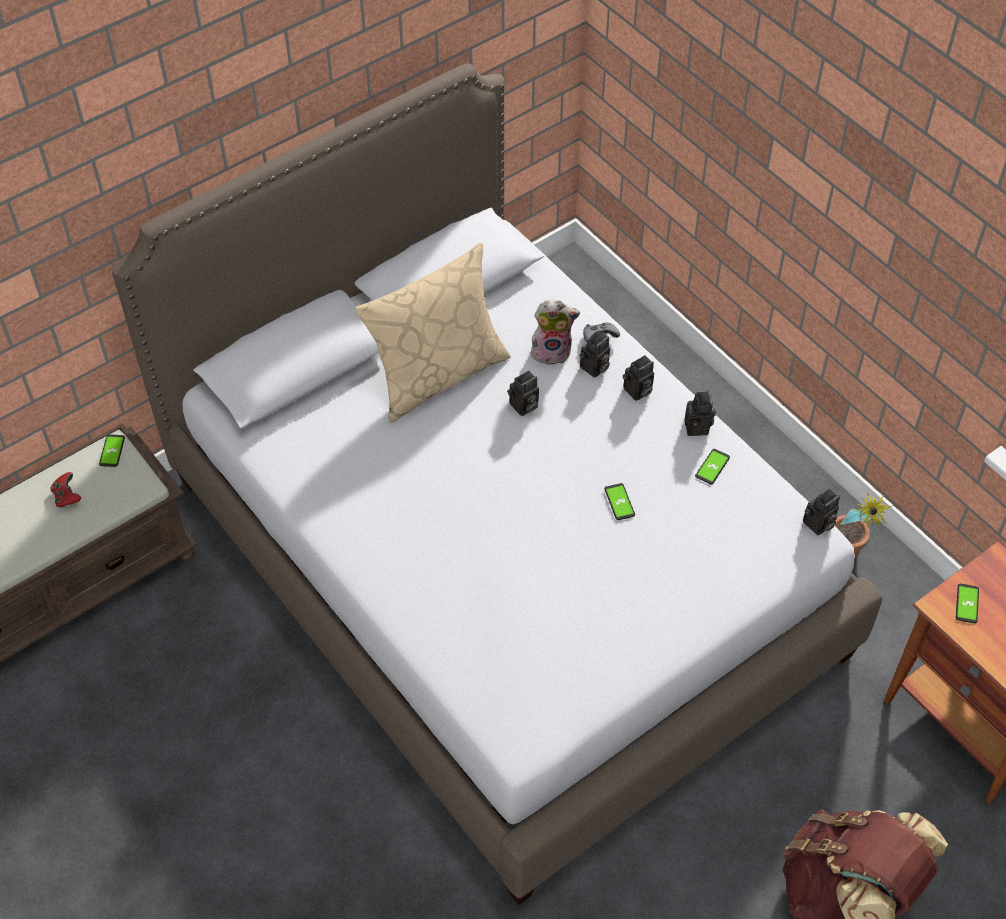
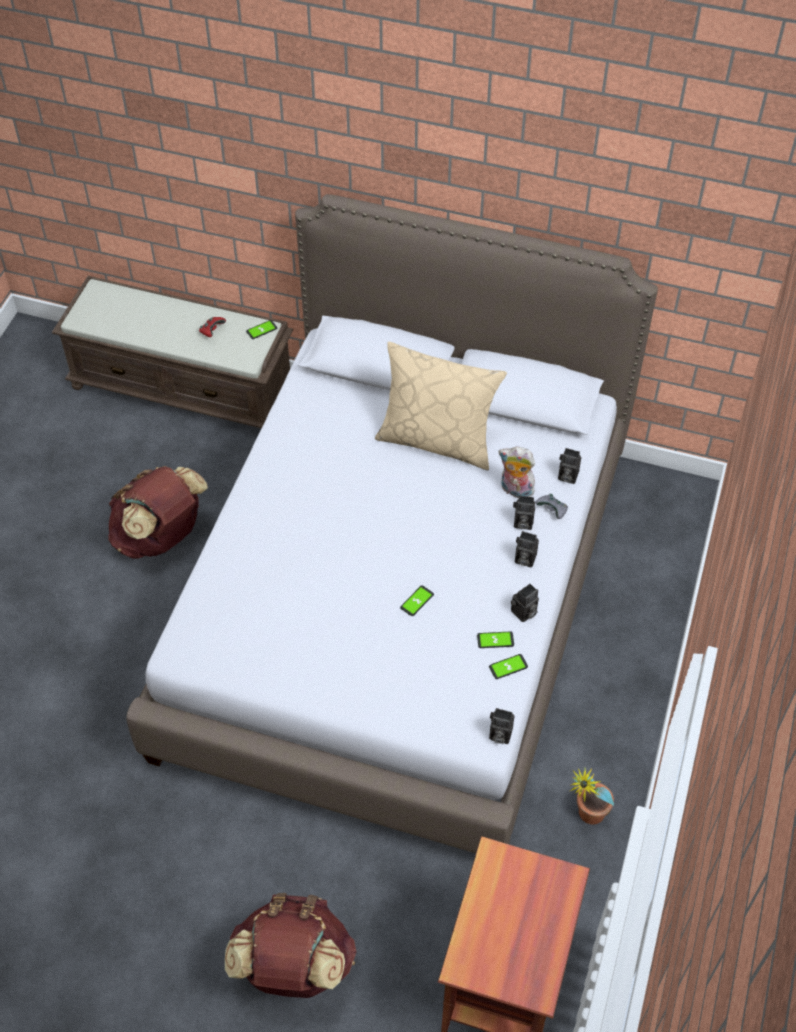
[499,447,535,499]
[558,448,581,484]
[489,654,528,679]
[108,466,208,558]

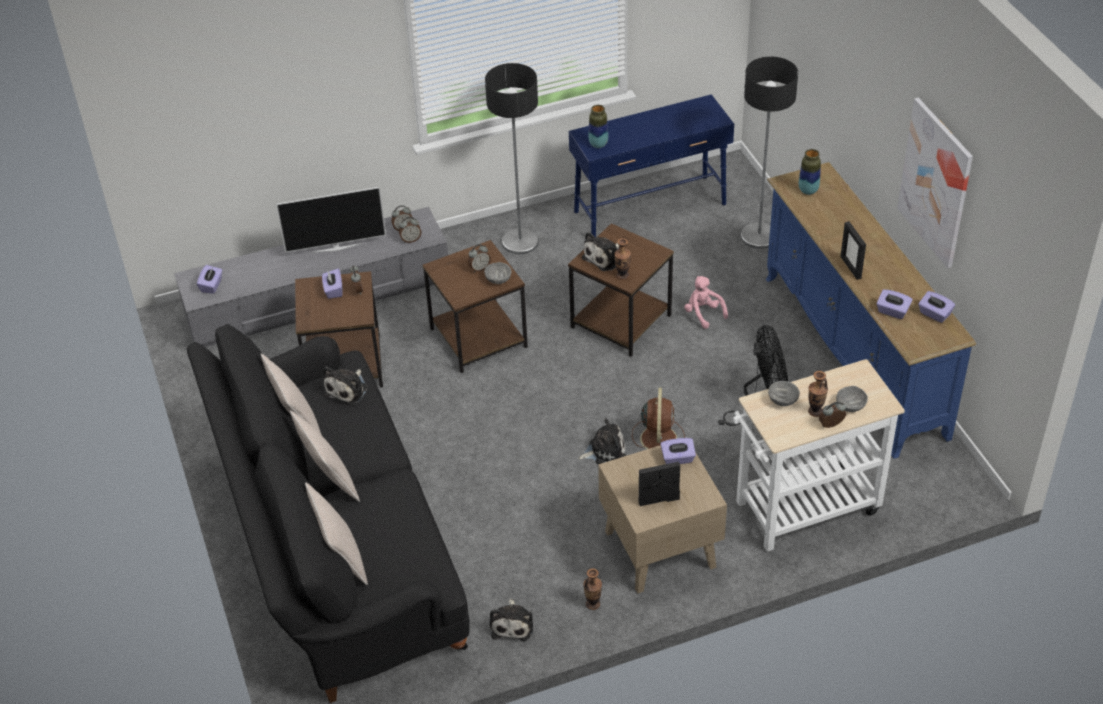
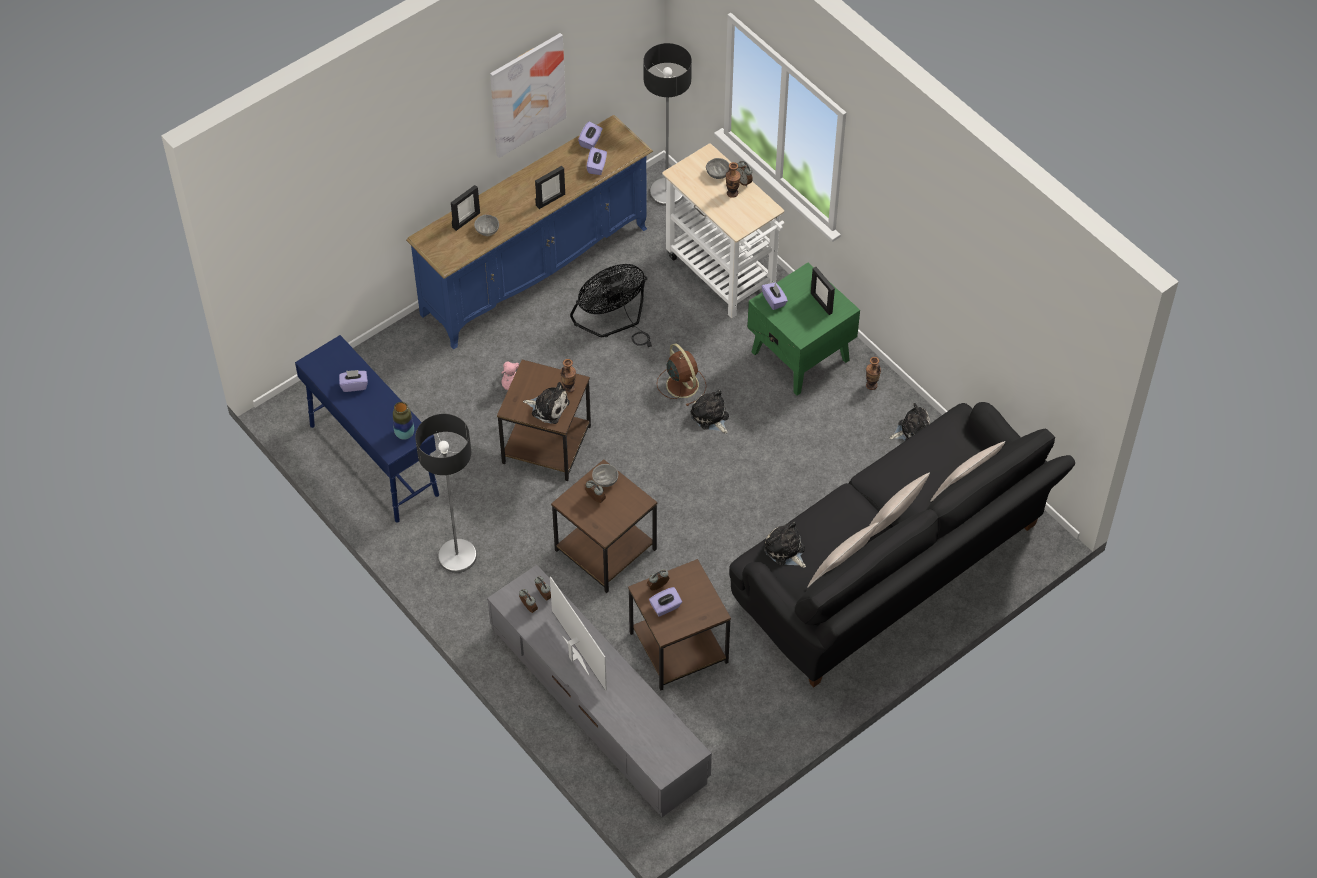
[643,43,692,206]
[799,149,821,195] (first image)
[339,370,368,392]
[763,521,806,568]
[474,215,499,236]
[657,343,706,406]
[747,263,860,396]
[451,185,480,231]

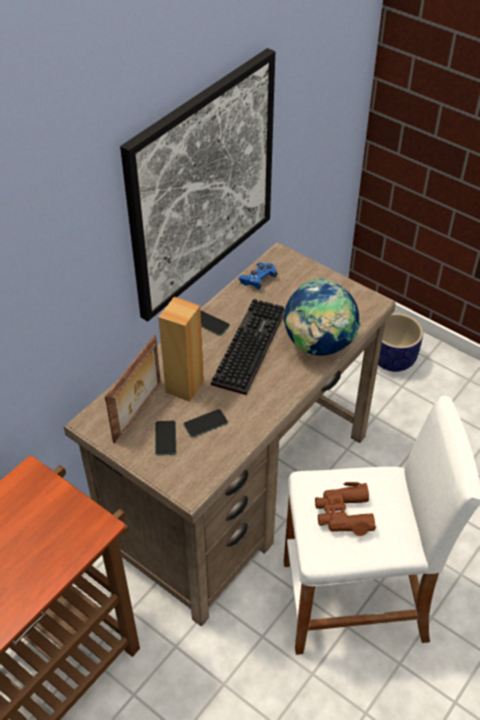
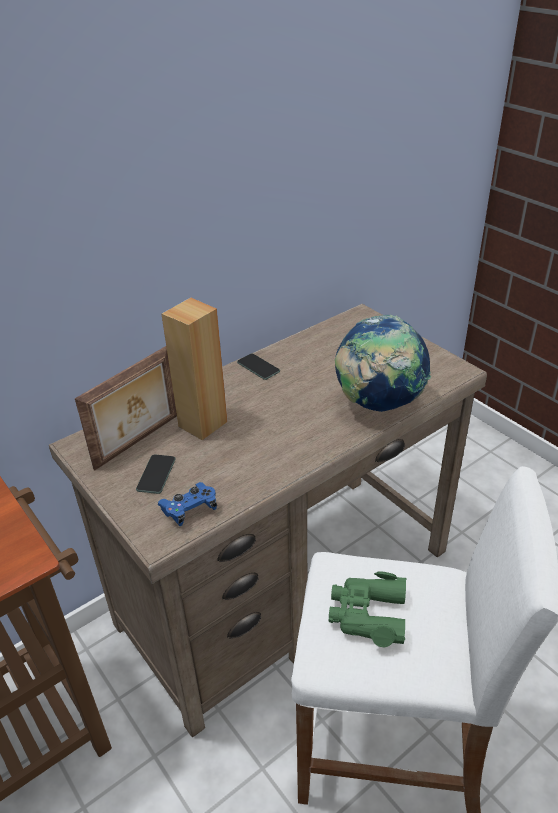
[120,48,275,321] (first image)
[158,482,217,526]
[211,299,285,395] (first image)
[378,313,423,372] (first image)
[184,409,228,437] (first image)
[329,571,407,647]

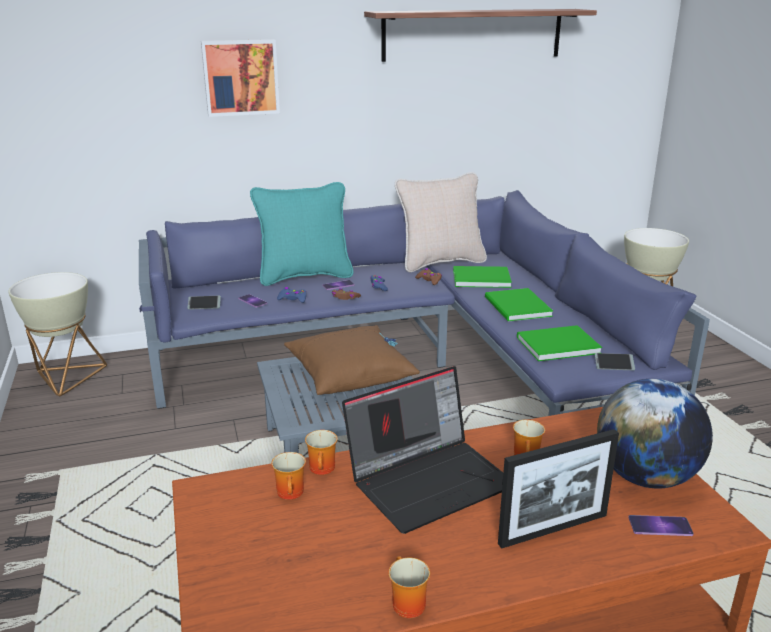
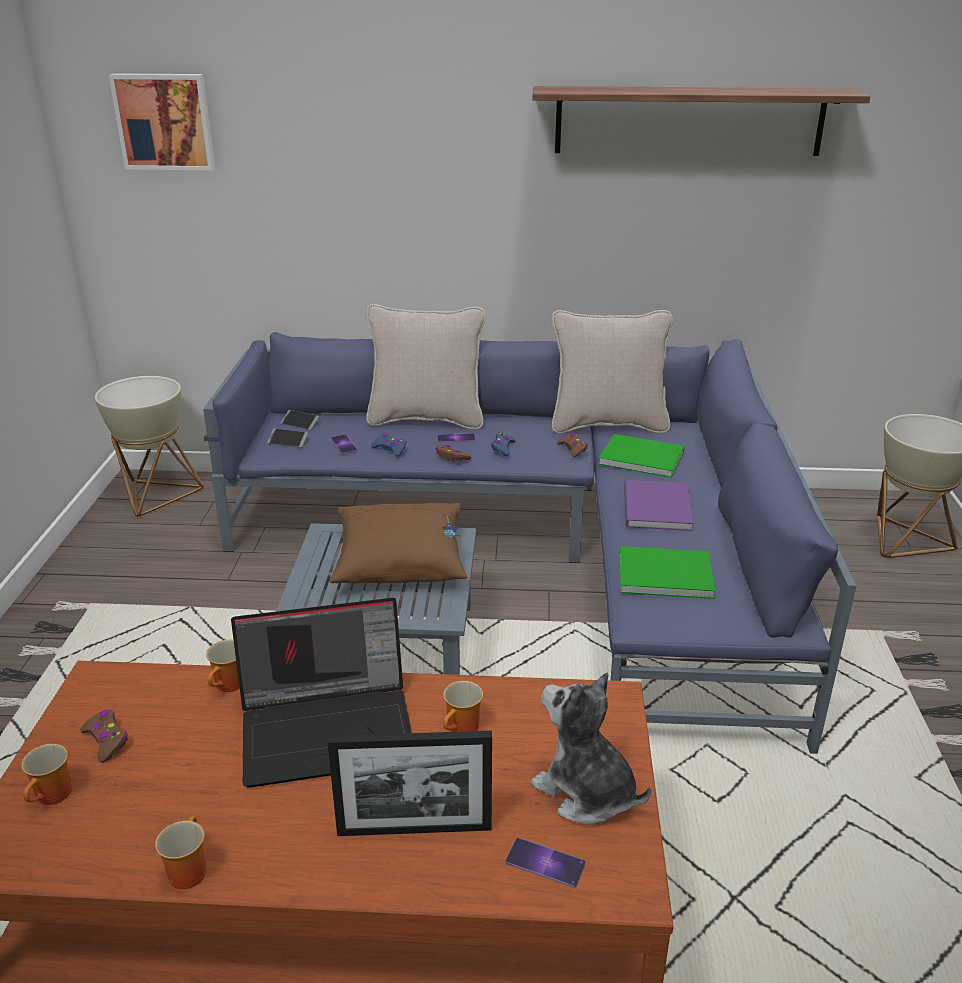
[109,73,215,171]
[366,304,486,430]
[624,480,694,531]
[280,410,319,430]
[531,672,652,825]
[21,744,72,805]
[80,709,128,763]

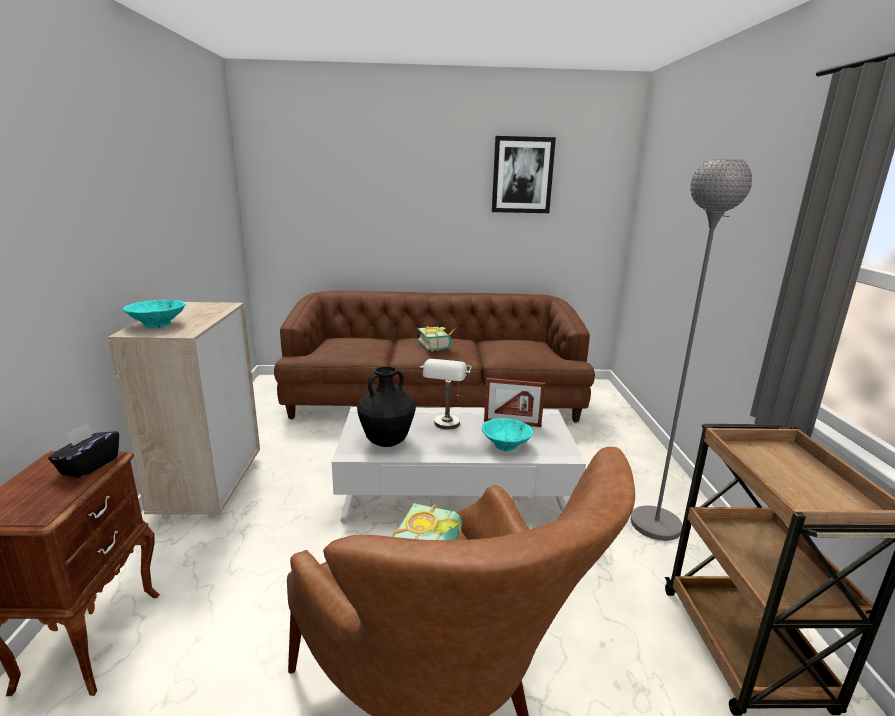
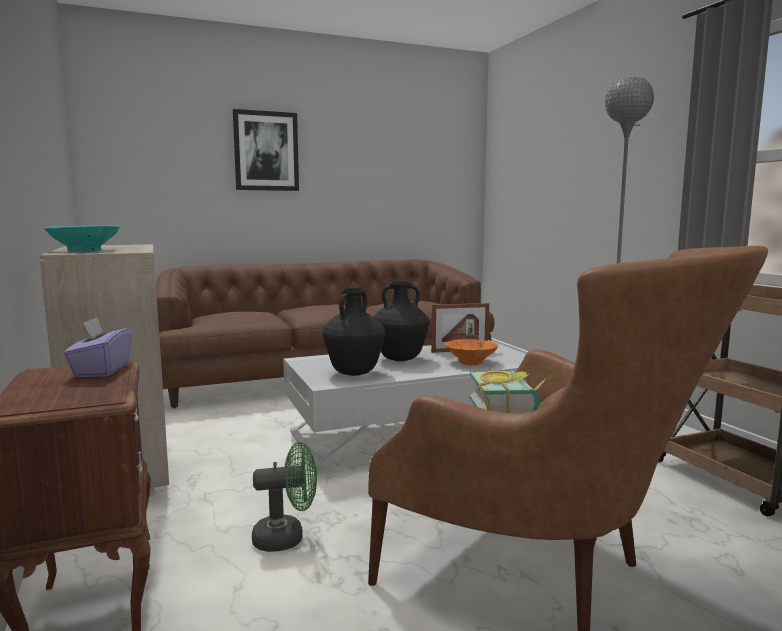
[233,109,299,191]
[417,326,457,352] (first image)
[374,282,430,361]
[445,339,499,365]
[64,317,132,377]
[252,442,317,552]

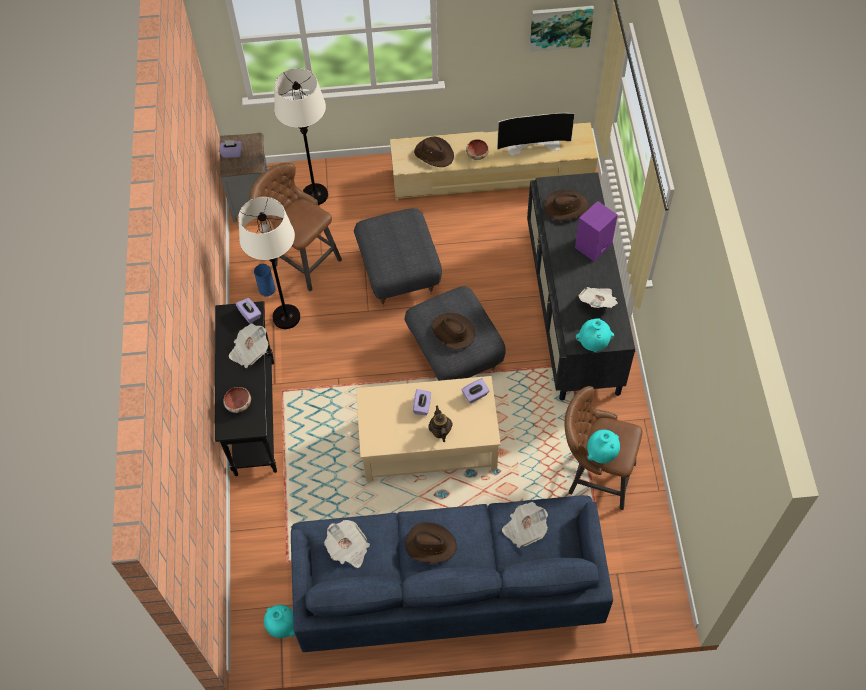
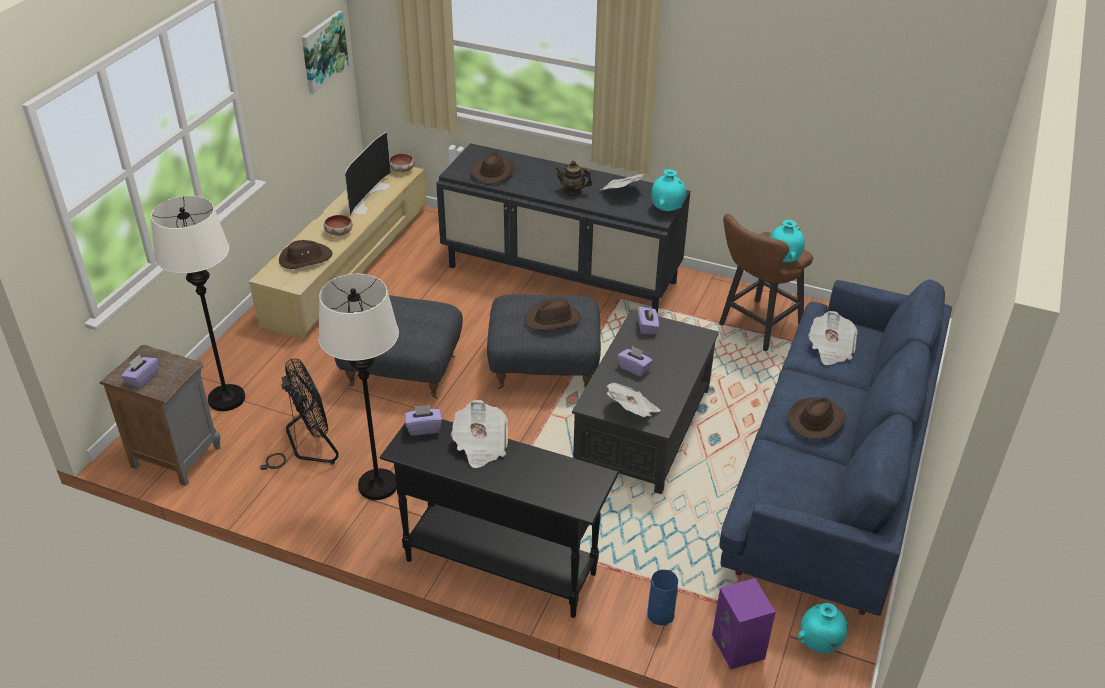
[259,358,339,470]
[712,578,776,670]
[647,570,678,625]
[572,310,719,494]
[390,154,415,172]
[555,161,592,196]
[607,383,660,418]

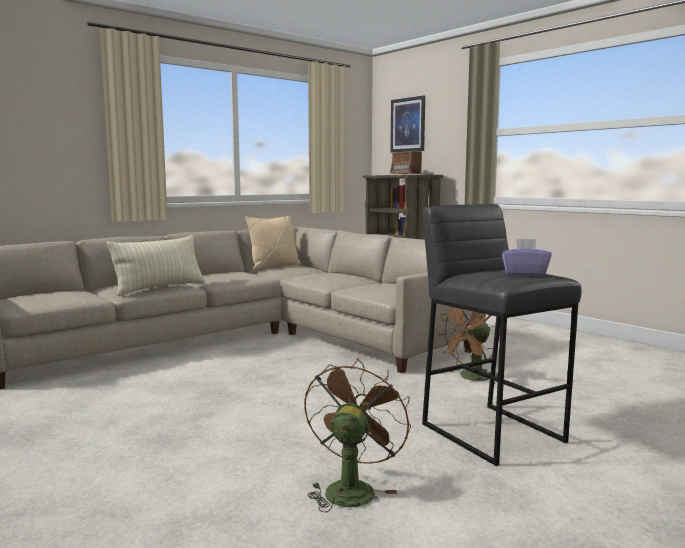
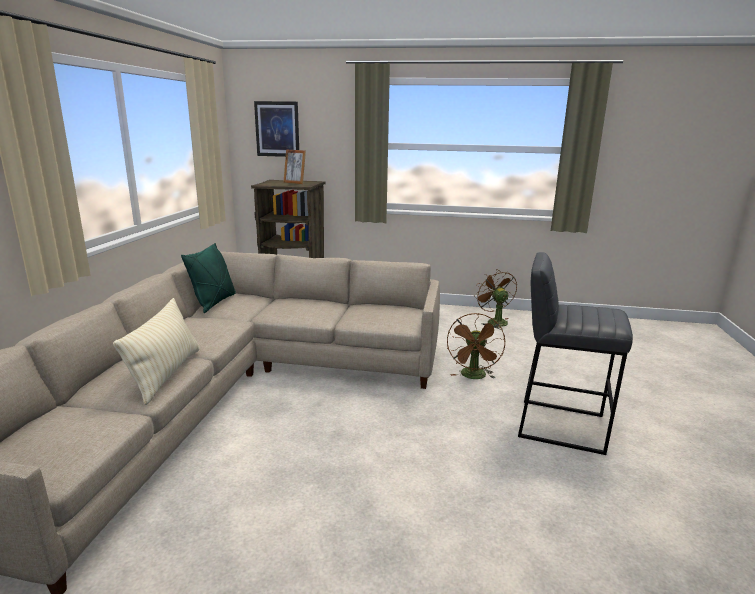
[283,149,306,184]
[181,243,236,313]
[502,239,552,276] (first image)
[474,269,517,329]

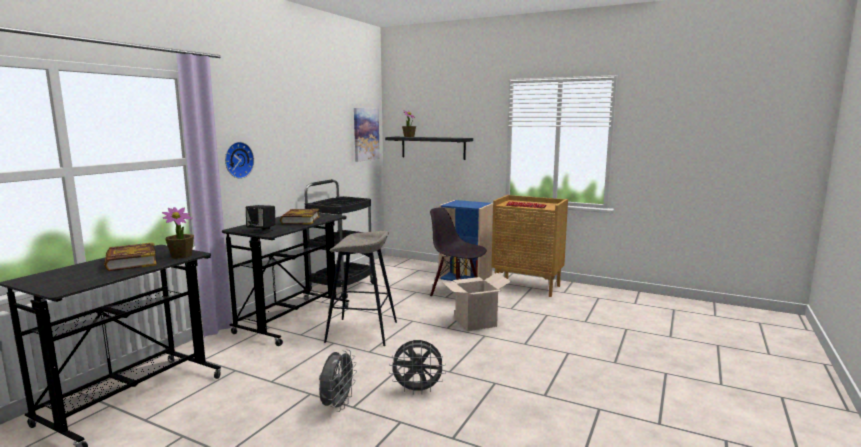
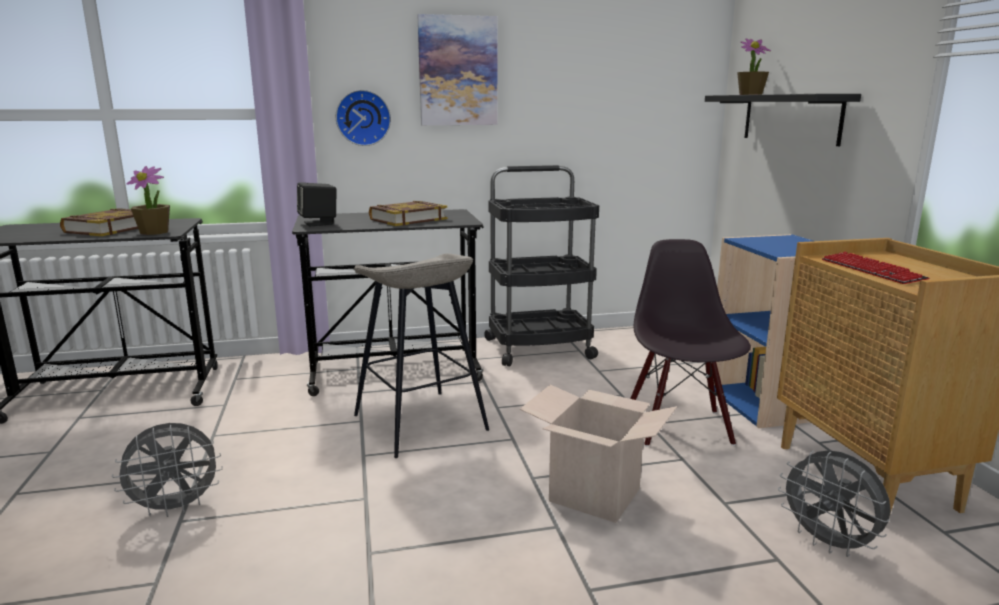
[418,14,498,125]
[778,450,891,557]

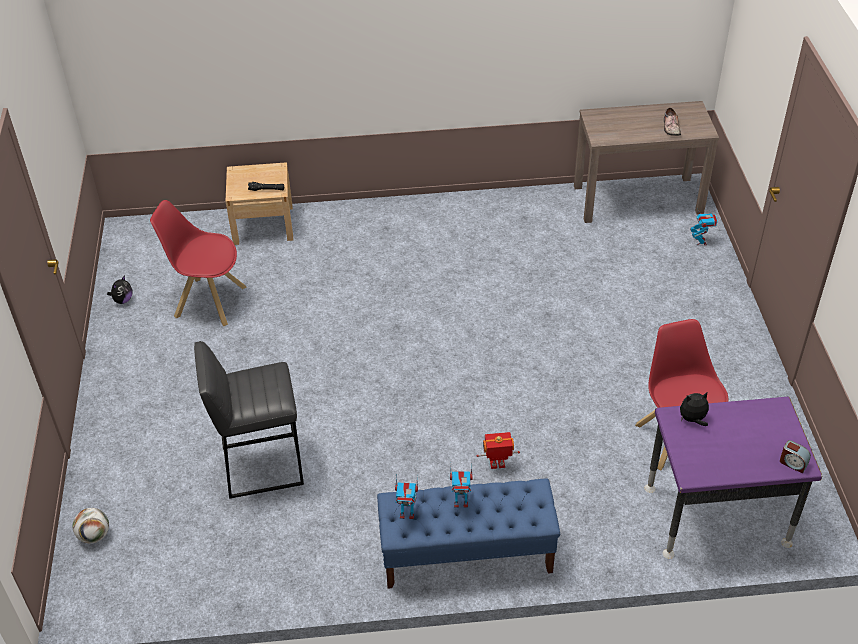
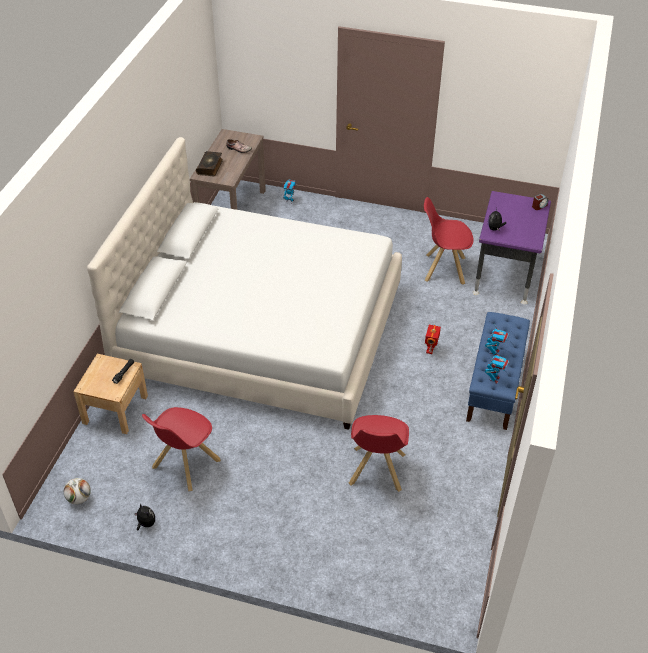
[349,415,409,492]
[64,478,91,504]
[87,137,402,430]
[196,151,223,176]

